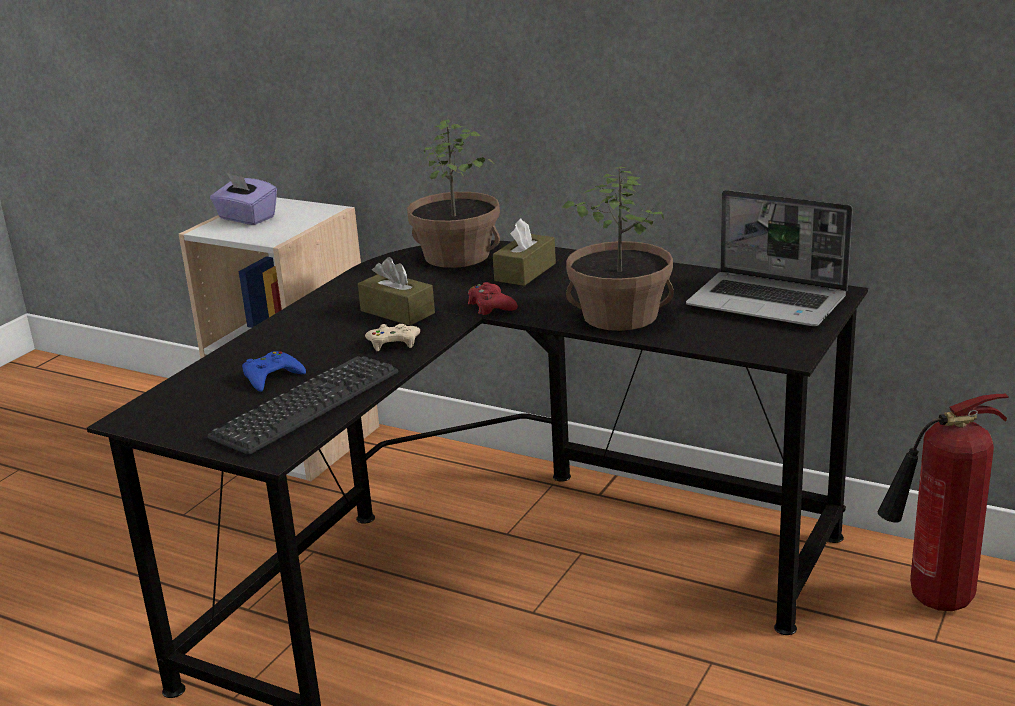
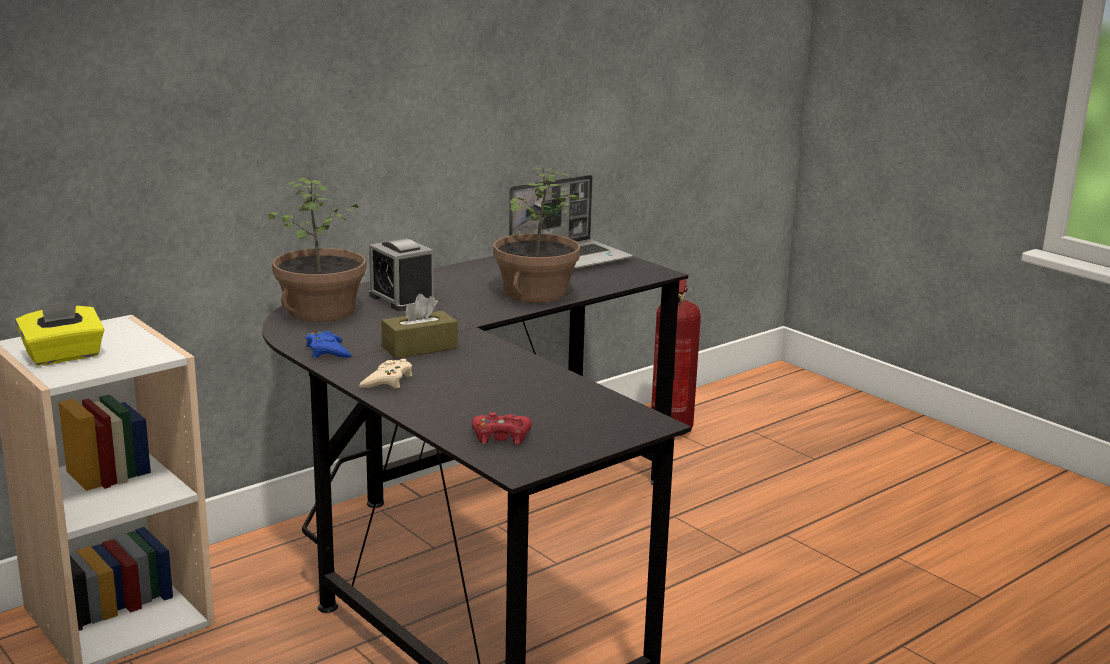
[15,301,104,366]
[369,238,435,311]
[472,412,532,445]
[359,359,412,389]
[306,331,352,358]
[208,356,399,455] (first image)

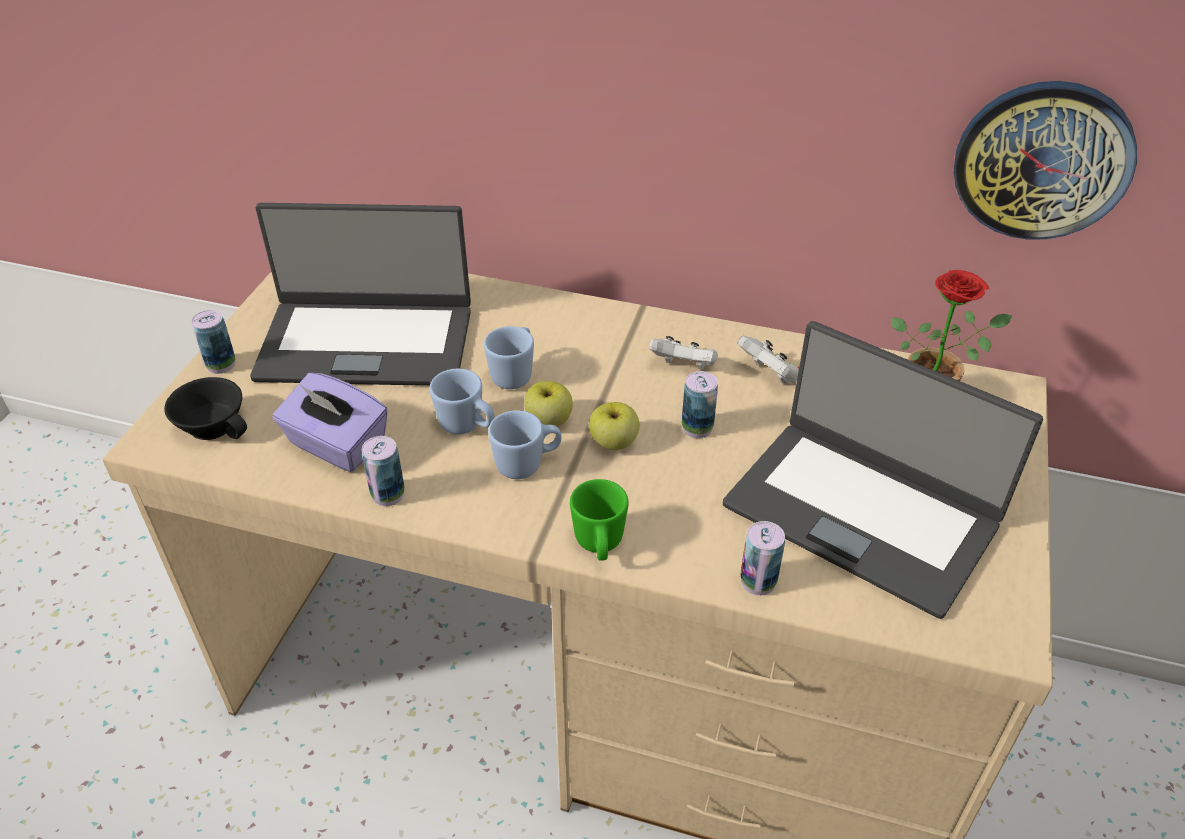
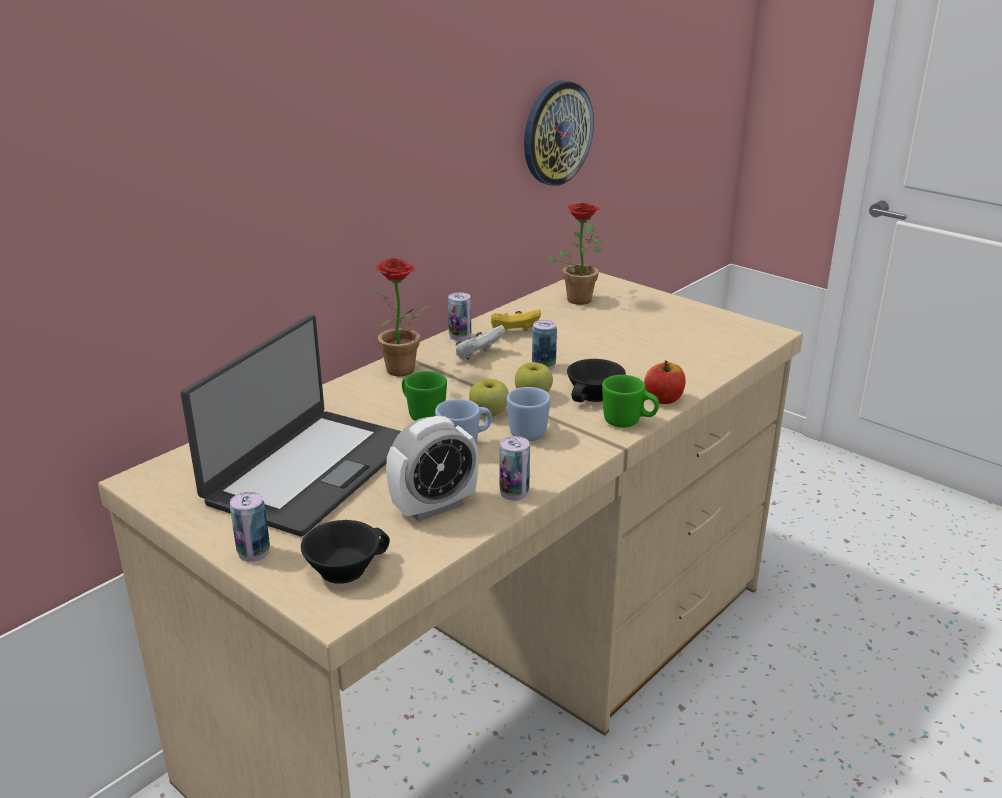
[723,321,1043,619] (first image)
[402,371,447,421]
[491,309,541,331]
[386,416,479,521]
[448,292,471,341]
[372,258,429,376]
[567,359,626,402]
[644,360,686,404]

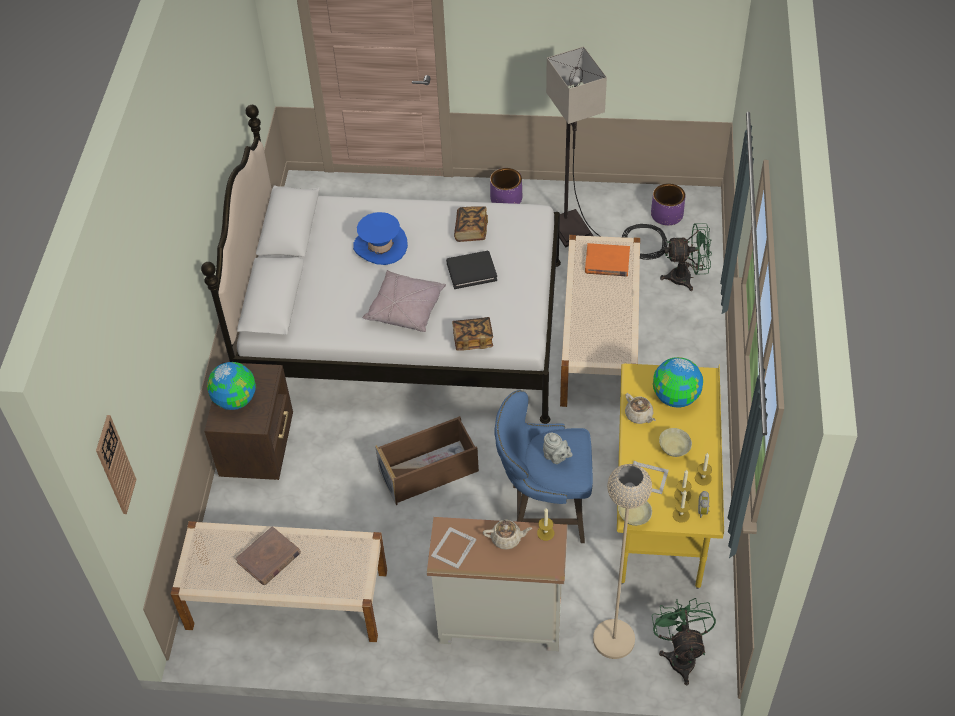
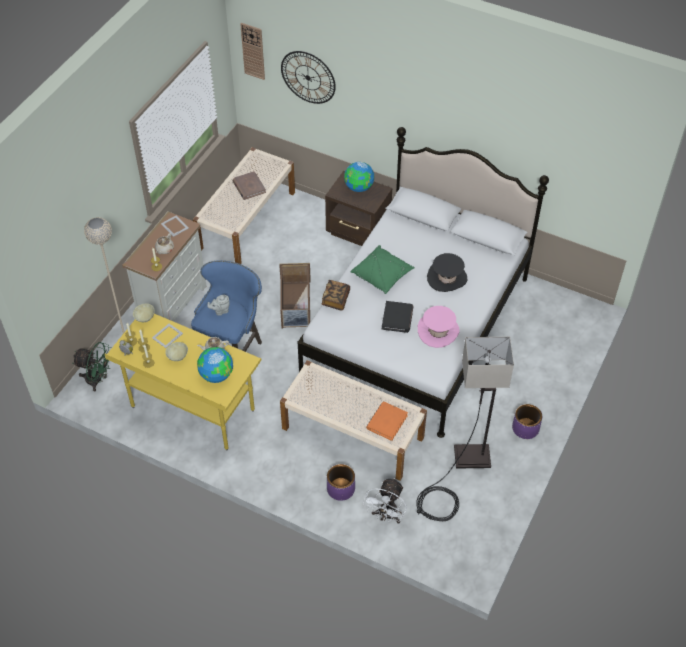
[327,464,355,501]
[418,306,460,348]
[427,253,467,292]
[363,477,407,524]
[351,245,415,294]
[281,51,336,104]

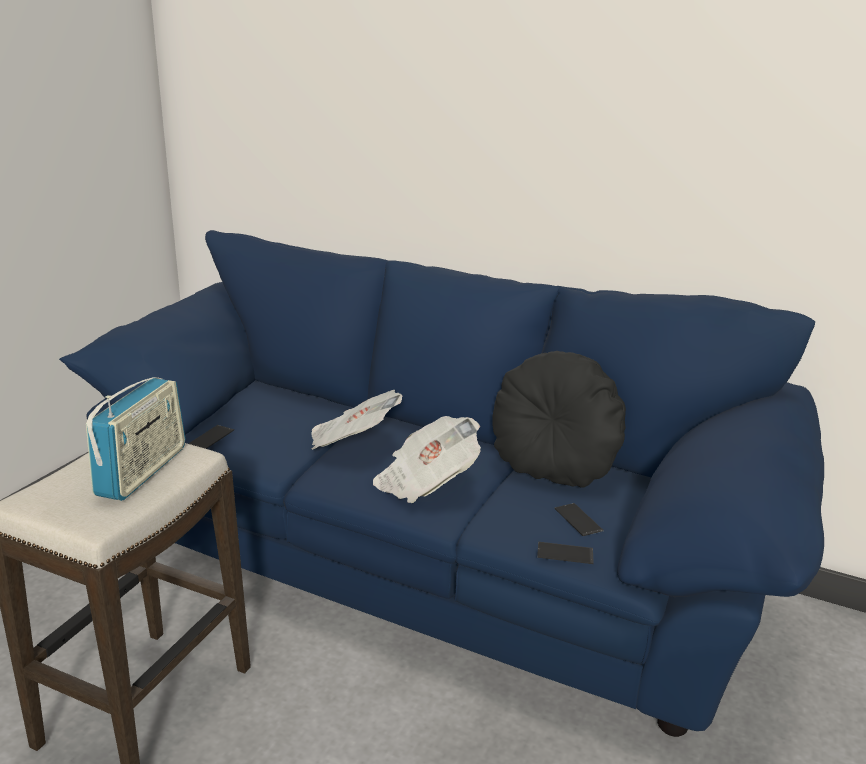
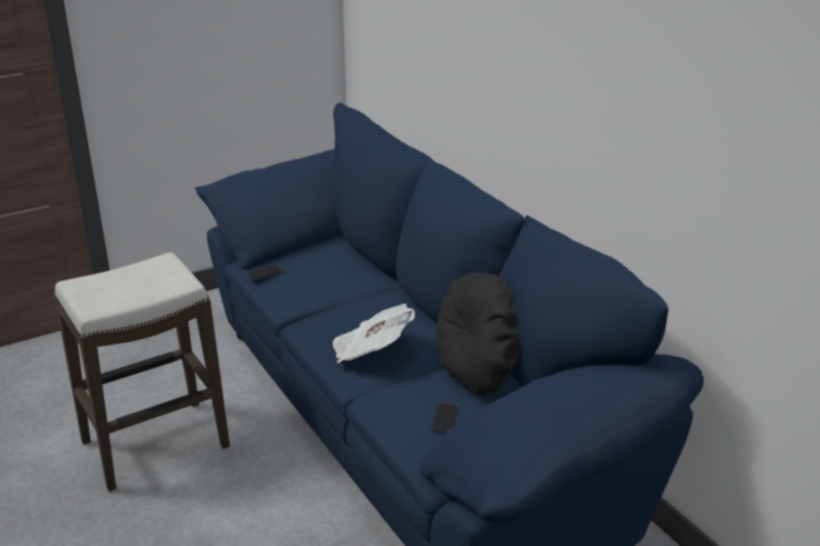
[86,377,185,501] (first image)
[311,390,402,450] (first image)
[537,542,594,564] (first image)

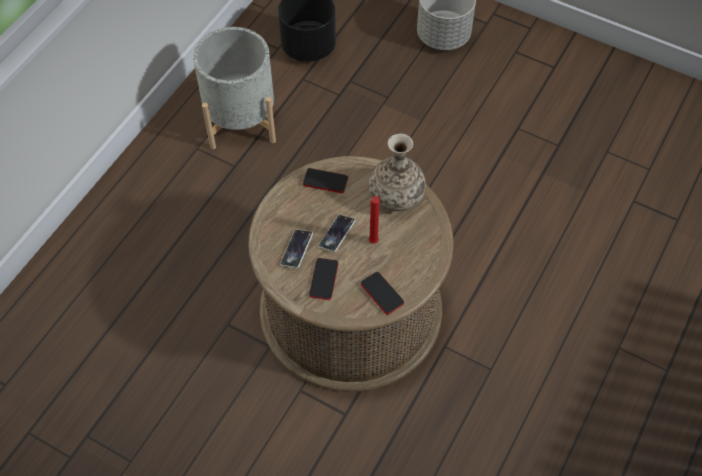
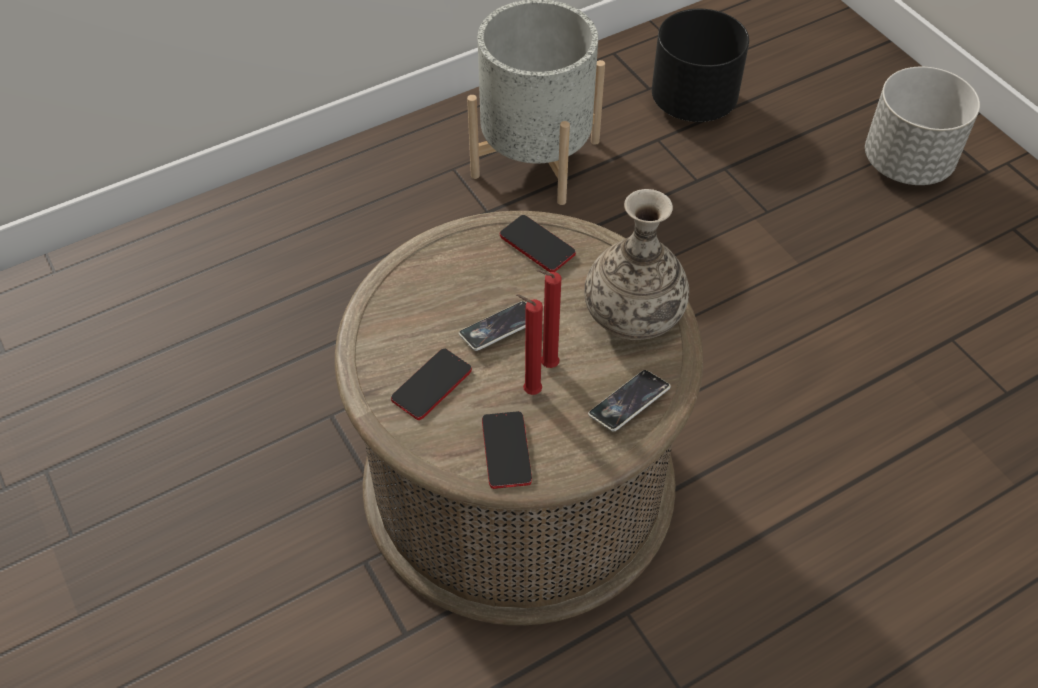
[588,370,671,432]
[517,294,543,395]

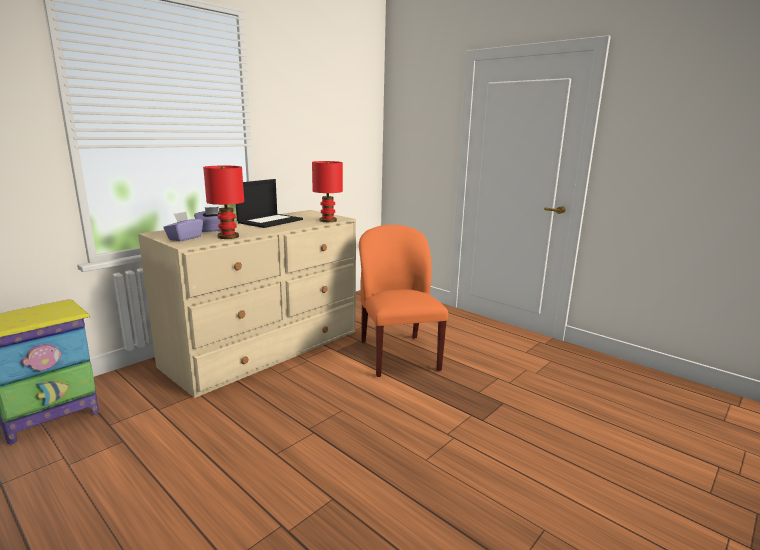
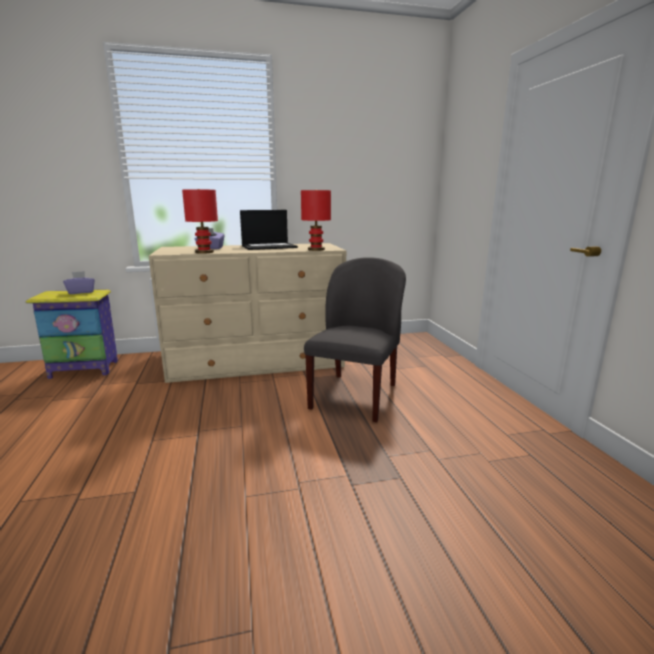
[63,271,95,294]
[304,257,406,422]

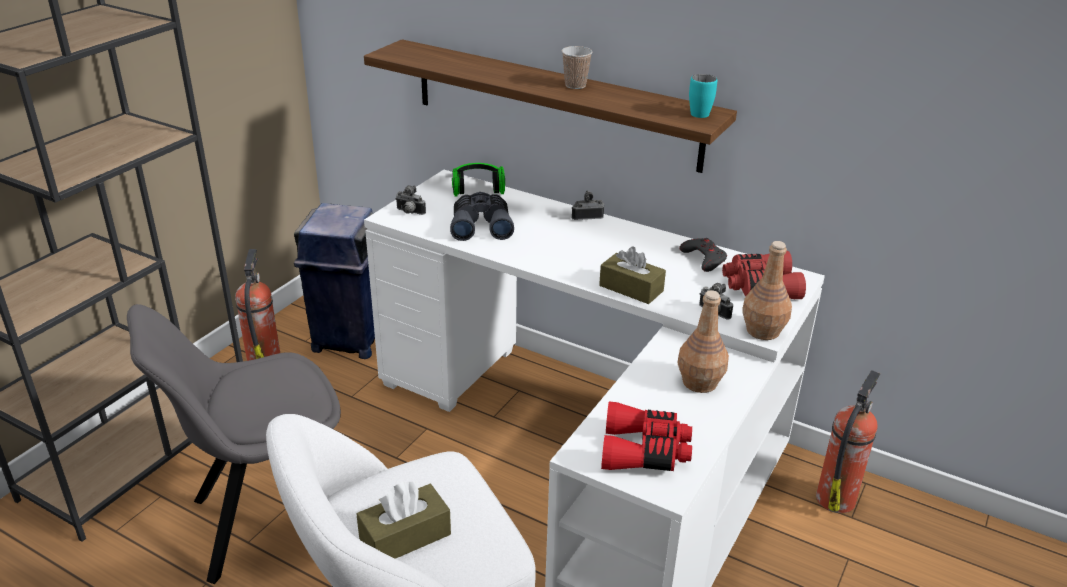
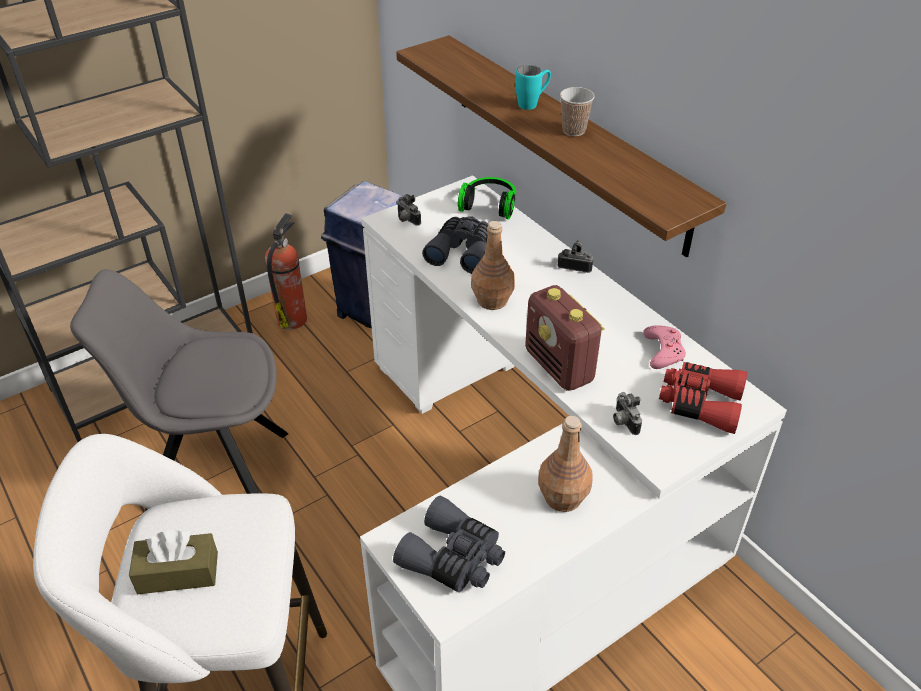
[515,65,551,110]
[643,325,686,369]
[471,221,515,310]
[525,285,605,391]
[816,370,880,513] (first image)
[393,496,505,592]

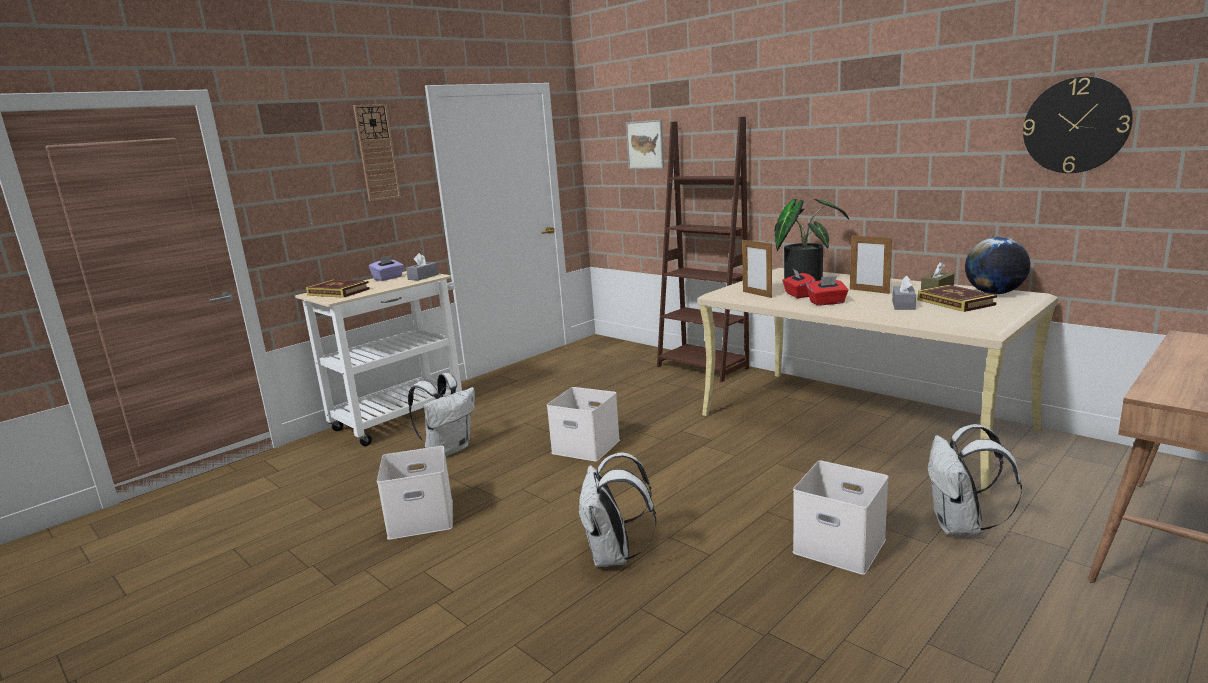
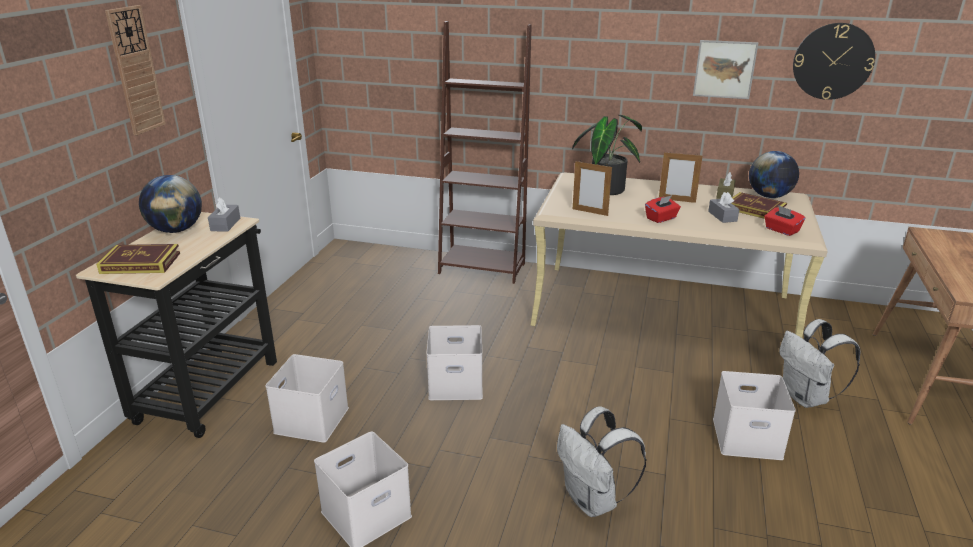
[693,40,758,99]
[139,175,202,233]
[764,205,805,236]
[76,212,277,438]
[265,354,349,443]

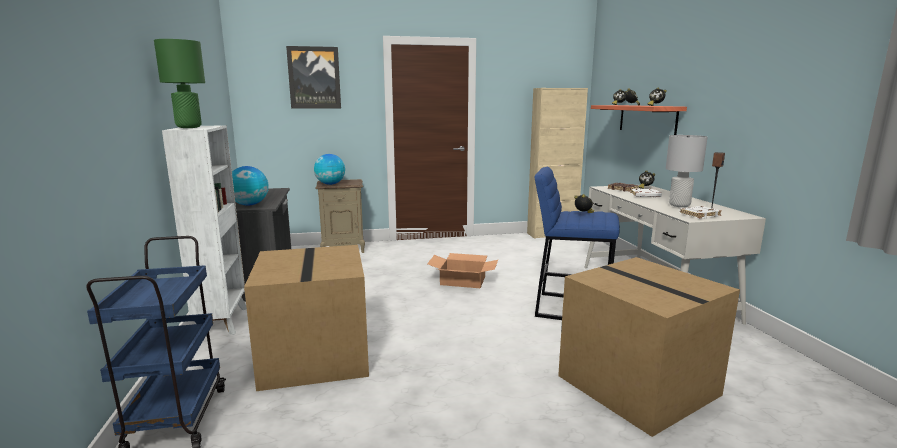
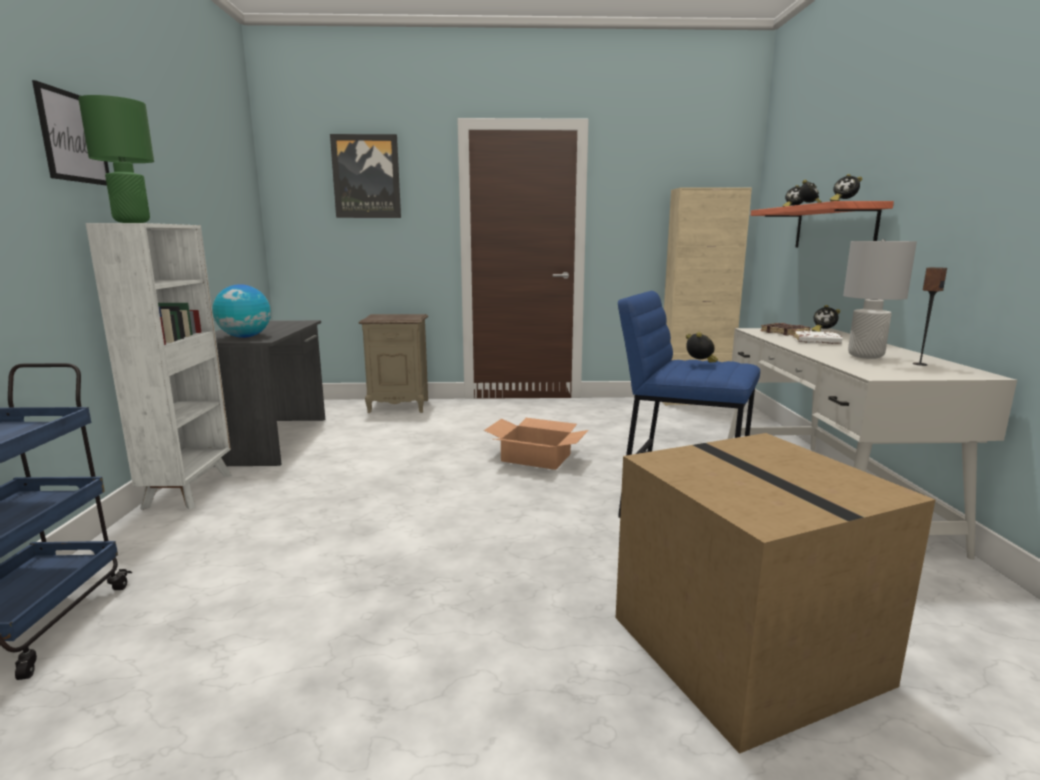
[314,154,345,185] (first image)
[679,206,722,218] (first image)
[244,245,369,391] (first image)
[32,80,109,186]

